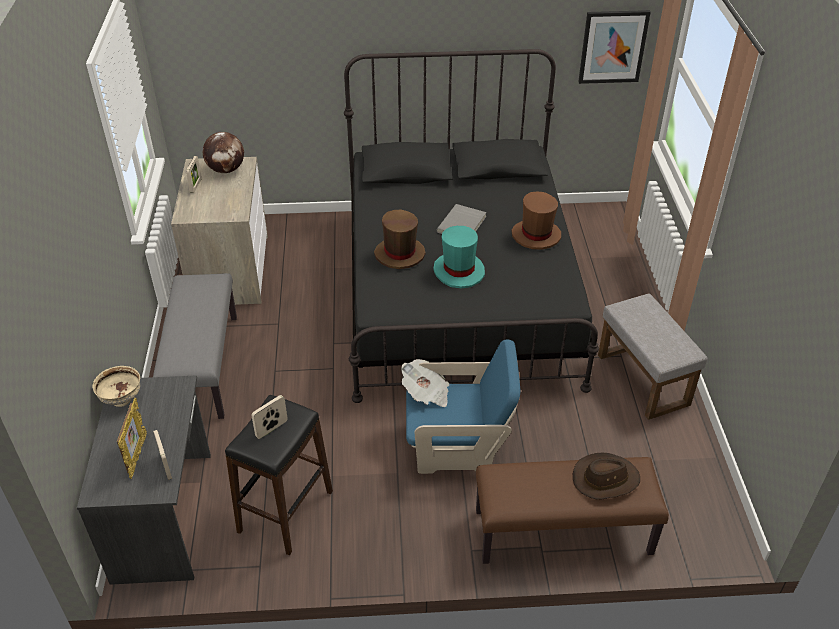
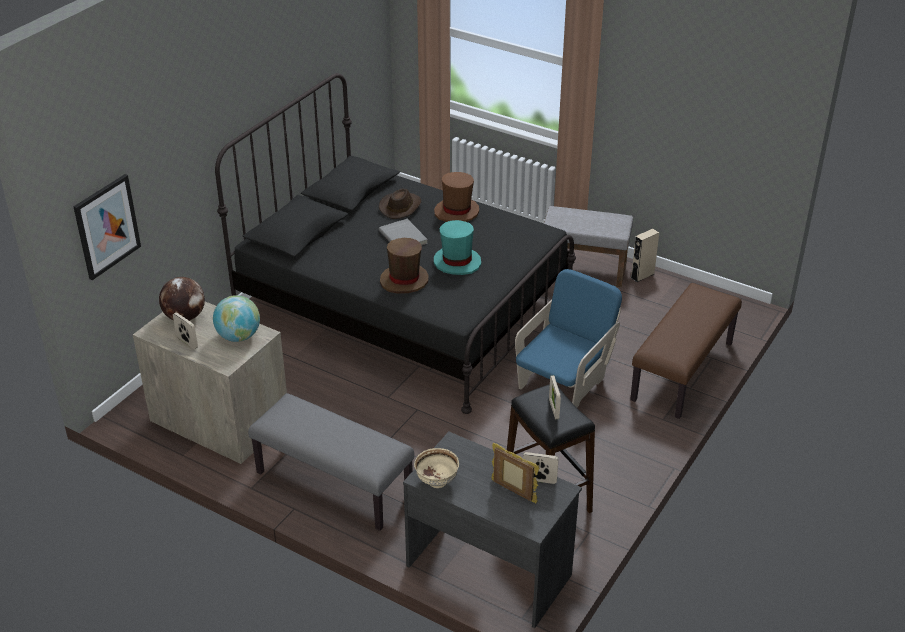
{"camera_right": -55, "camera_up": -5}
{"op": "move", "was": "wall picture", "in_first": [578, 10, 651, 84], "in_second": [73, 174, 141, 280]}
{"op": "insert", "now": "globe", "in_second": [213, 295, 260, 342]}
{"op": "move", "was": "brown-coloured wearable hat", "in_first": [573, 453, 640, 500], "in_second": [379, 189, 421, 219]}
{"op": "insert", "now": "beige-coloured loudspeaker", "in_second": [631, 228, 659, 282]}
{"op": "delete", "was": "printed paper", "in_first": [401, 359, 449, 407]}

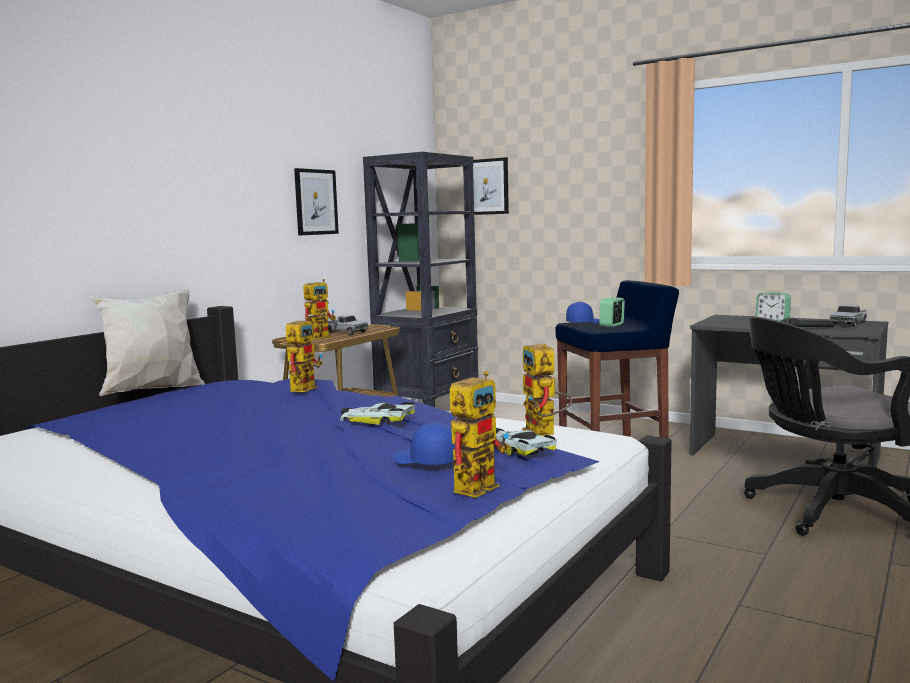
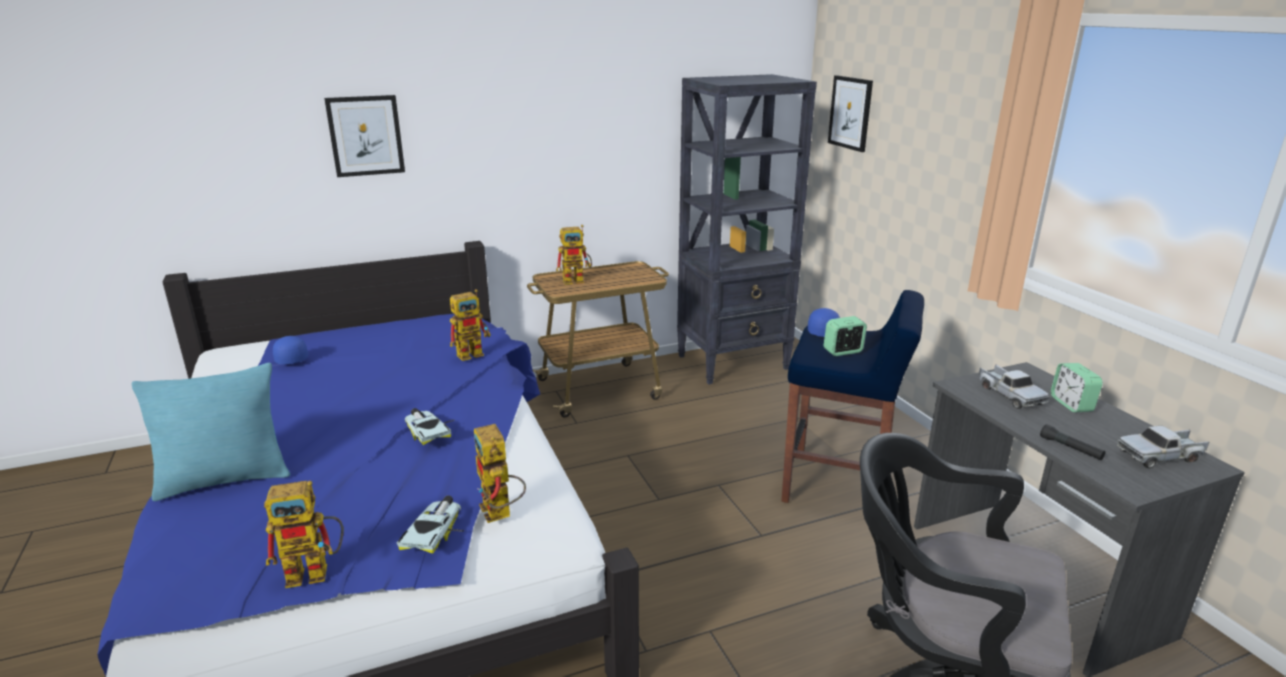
{"camera_right": 35, "camera_up": 15}
{"op": "insert", "now": "blue-green cushion", "in_second": [132, 363, 290, 501]}
{"op": "move", "was": "blue-coloured peaked cap", "in_first": [394, 423, 455, 465], "in_second": [273, 336, 308, 365]}
{"op": "move", "was": "wall picture", "in_first": [294, 168, 339, 235], "in_second": [324, 95, 405, 177]}
{"op": "rotate", "was": "model robot", "in_first": [522, 344, 572, 436], "in_second": [474, 424, 526, 523], "clockwise": -45}
{"op": "move", "was": "toy lorry", "in_first": [328, 315, 368, 335], "in_second": [979, 365, 1049, 409]}
{"op": "delete", "was": "white cushion", "in_first": [89, 289, 205, 396]}

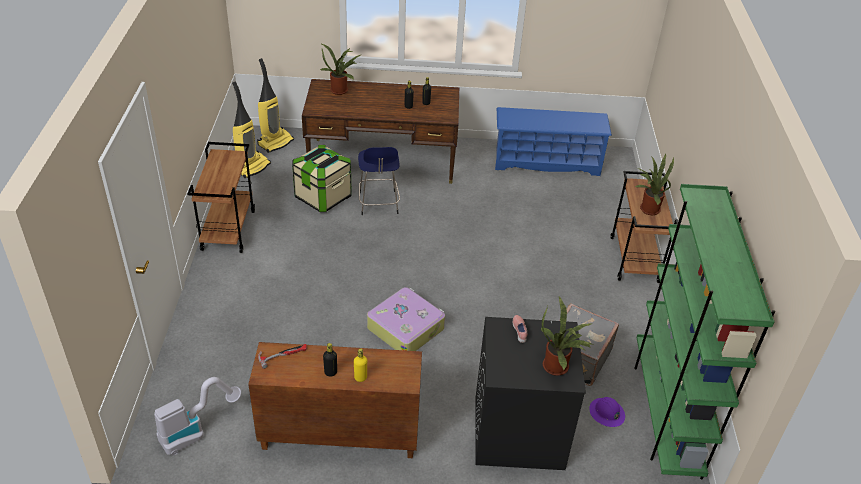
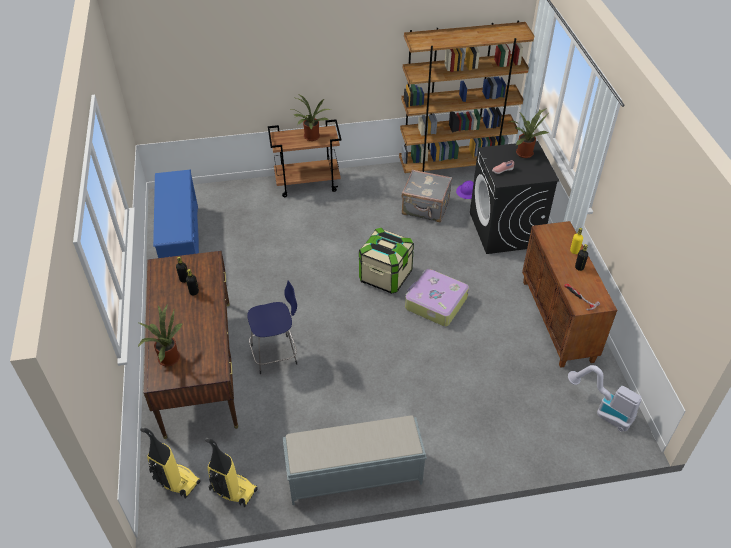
{"camera_right": -100, "camera_up": 5}
{"op": "replace", "was": "brown-coloured trolley", "now": "grey bench", "in_first": [187, 142, 255, 253], "in_second": [283, 416, 427, 505]}
{"op": "move", "was": "storage bin", "in_first": [292, 145, 352, 212], "in_second": [359, 228, 414, 294]}
{"op": "recolor", "was": "green shelving unit", "now": "brown-coloured shelving unit", "in_first": [634, 184, 775, 480], "in_second": [399, 20, 534, 173]}

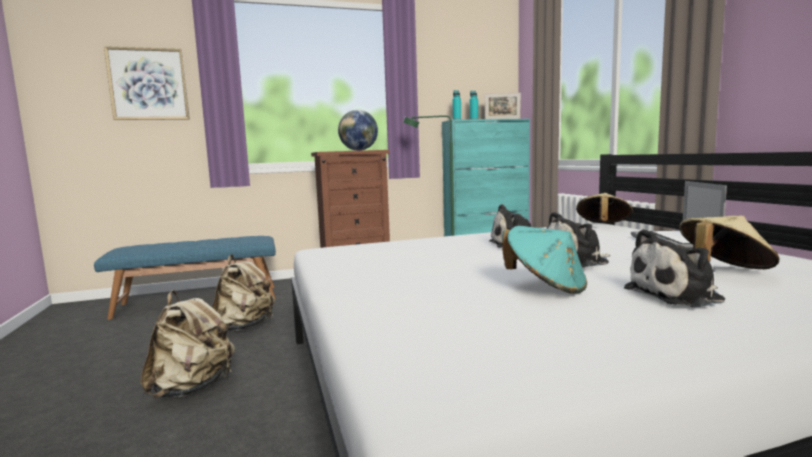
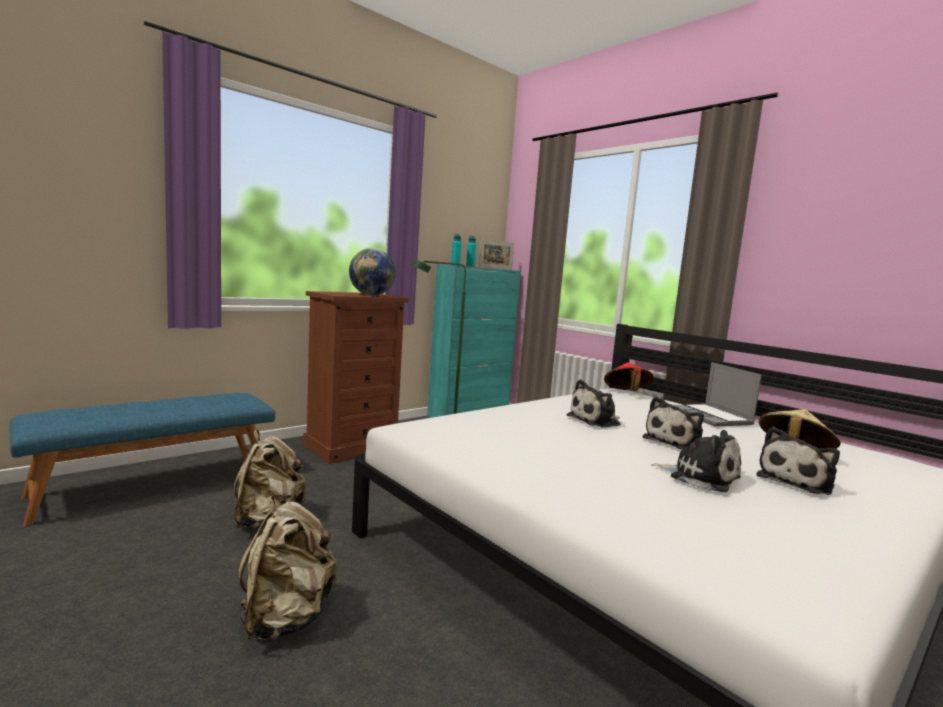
{"camera_right": -25, "camera_up": 0}
{"op": "recolor", "was": "beige-coloured wearable hat", "now": "reddish wearable hat", "in_first": [576, 193, 633, 223], "in_second": [604, 362, 654, 391]}
{"op": "replace", "was": "blue-green wearable hat", "now": "soft toy", "in_first": [502, 226, 587, 294], "in_second": [651, 430, 741, 493]}
{"op": "delete", "was": "wall picture", "in_first": [104, 46, 190, 120]}

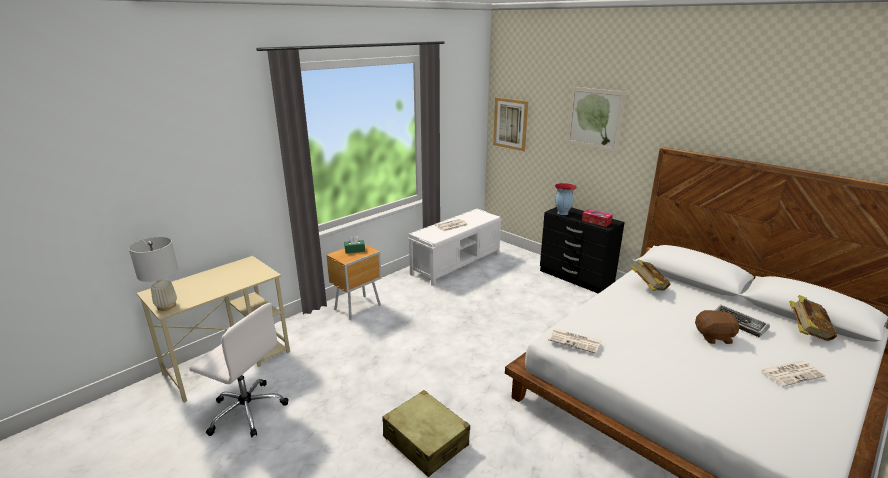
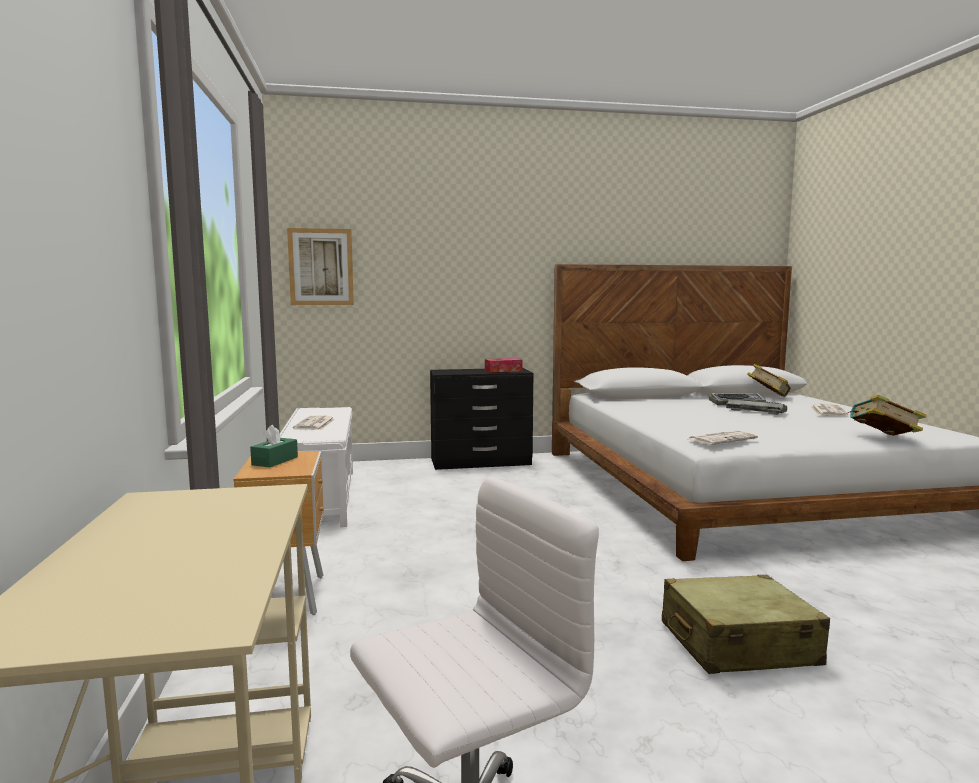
{"camera_right": -55, "camera_up": -15}
{"op": "replace", "was": "brown-coloured soft toy", "now": "PC keyboard", "in_first": [695, 309, 740, 344], "in_second": [726, 399, 787, 415]}
{"op": "move", "was": "bound book", "in_first": [631, 260, 671, 291], "in_second": [848, 395, 926, 436]}
{"op": "delete", "was": "white table lamp", "in_first": [129, 237, 178, 311]}
{"op": "delete", "was": "vase", "in_first": [555, 183, 577, 215]}
{"op": "delete", "was": "wall picture", "in_first": [566, 87, 626, 152]}

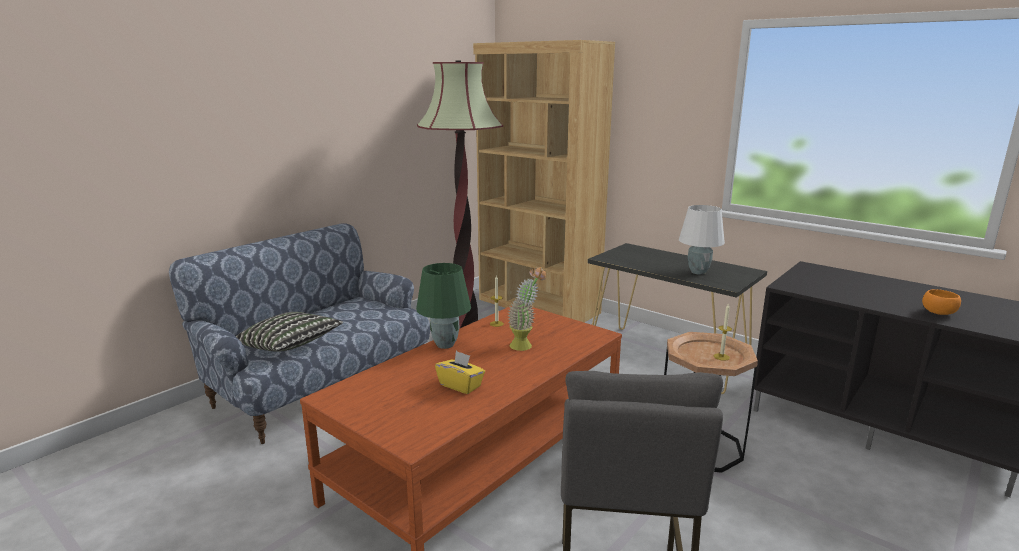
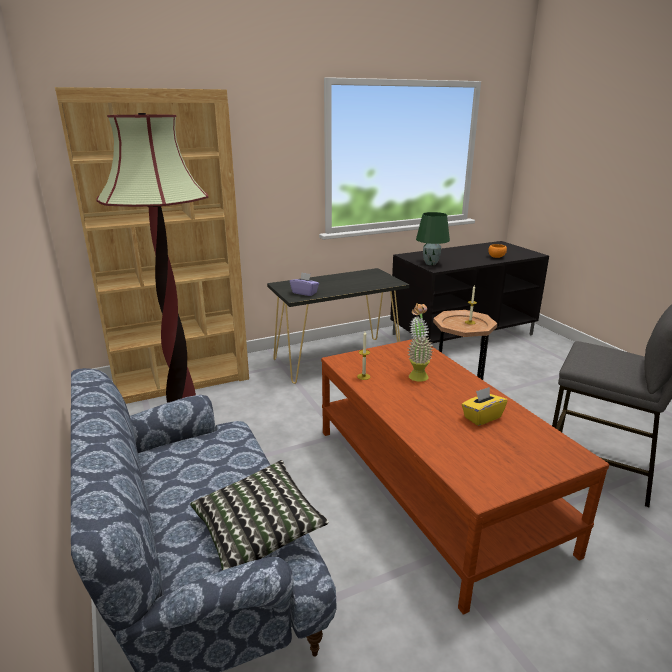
{"camera_right": -65, "camera_up": 5}
{"op": "insert", "now": "purple box of tissues", "in_second": [290, 272, 319, 296]}
{"op": "move", "was": "green table lamp", "in_first": [416, 263, 471, 349], "in_second": [416, 212, 450, 265]}
{"op": "delete", "was": "white table lamp", "in_first": [679, 205, 725, 275]}

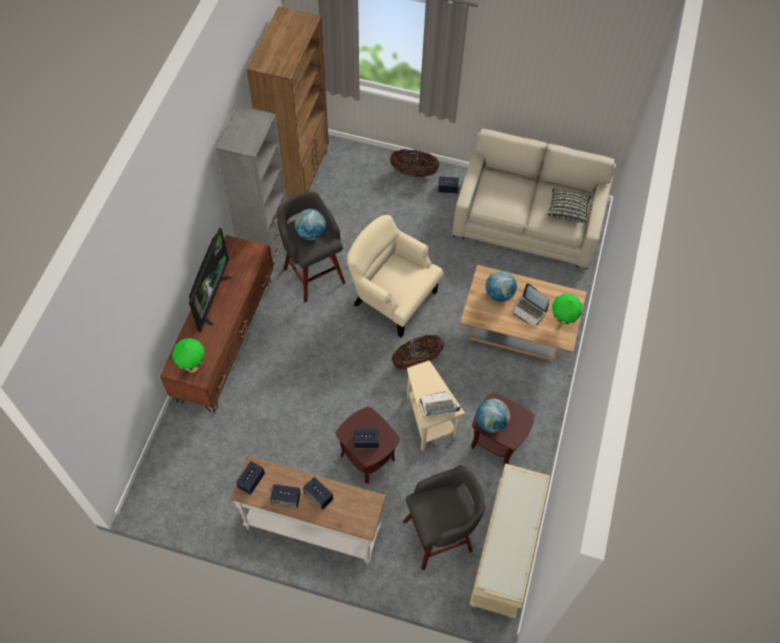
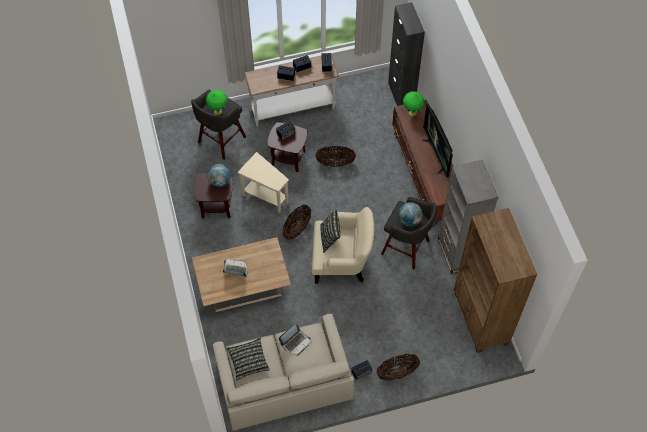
{"camera_right": 150, "camera_up": 0}
{"op": "move", "was": "green table lamp", "in_first": [552, 294, 583, 327], "in_second": [206, 90, 227, 115]}
{"op": "move", "was": "laptop", "in_first": [419, 391, 461, 416], "in_second": [279, 324, 311, 356]}
{"op": "insert", "now": "basket", "in_second": [315, 146, 356, 167]}
{"op": "insert", "now": "cushion", "in_second": [320, 209, 340, 253]}
{"op": "insert", "now": "black-coloured cabinet", "in_second": [388, 2, 425, 106]}
{"op": "delete", "was": "beige-coloured bench", "in_first": [469, 463, 550, 618]}
{"op": "delete", "was": "globe", "in_first": [486, 271, 517, 302]}

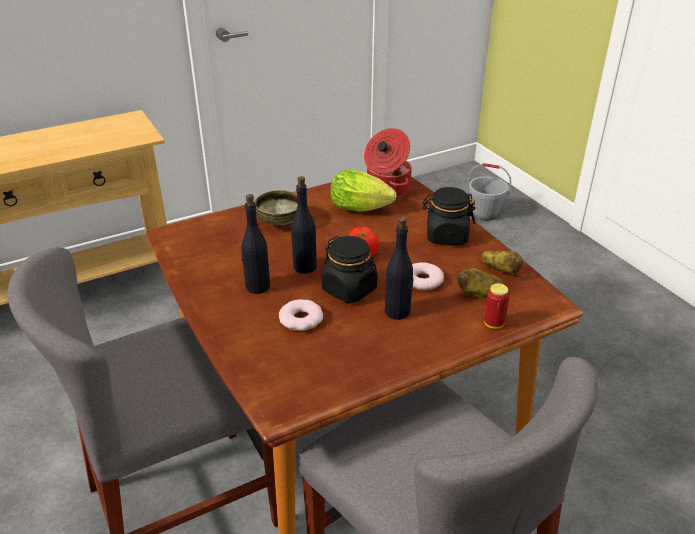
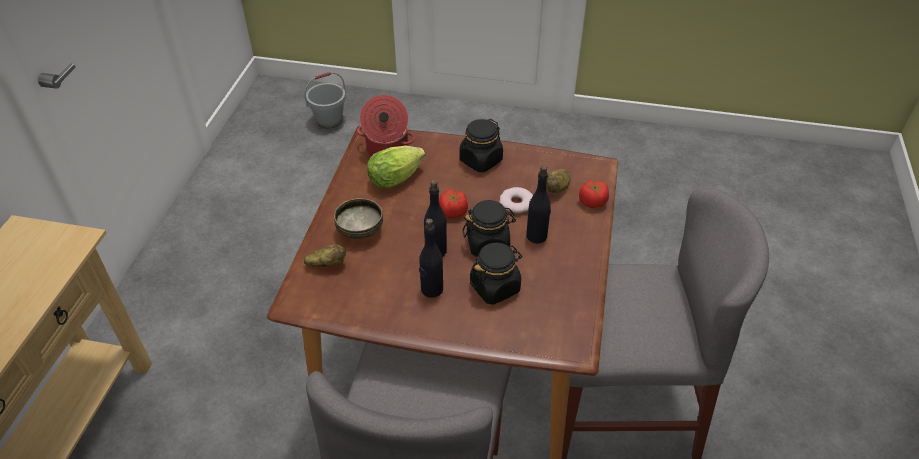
{"camera_right": -50, "camera_up": 10}
{"op": "move", "was": "spud", "in_first": [481, 251, 523, 275], "in_second": [304, 244, 346, 267]}
{"op": "replace", "was": "ring doughnut", "now": "black-coloured preserve jar", "in_first": [279, 299, 323, 331], "in_second": [470, 243, 522, 305]}
{"op": "replace", "was": "sealed can", "now": "fresh tomato", "in_first": [484, 283, 510, 329], "in_second": [579, 180, 609, 208]}

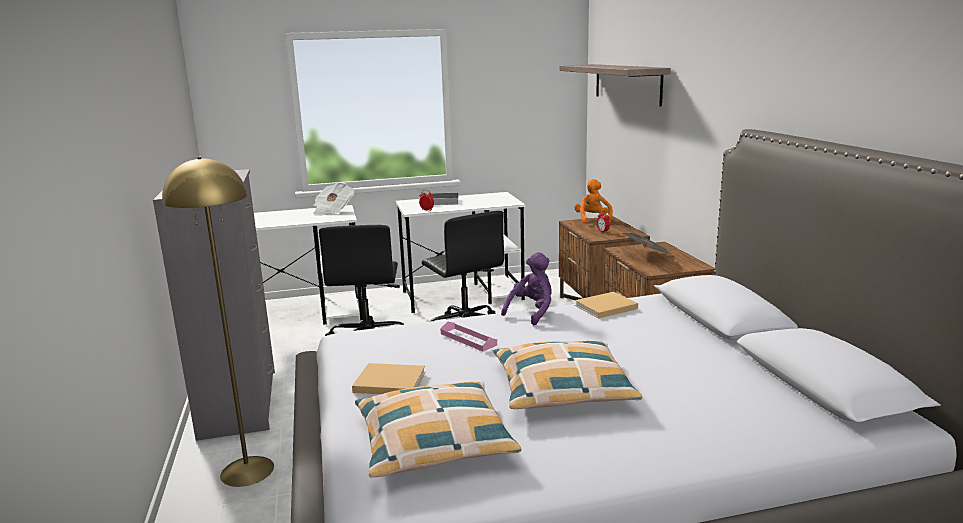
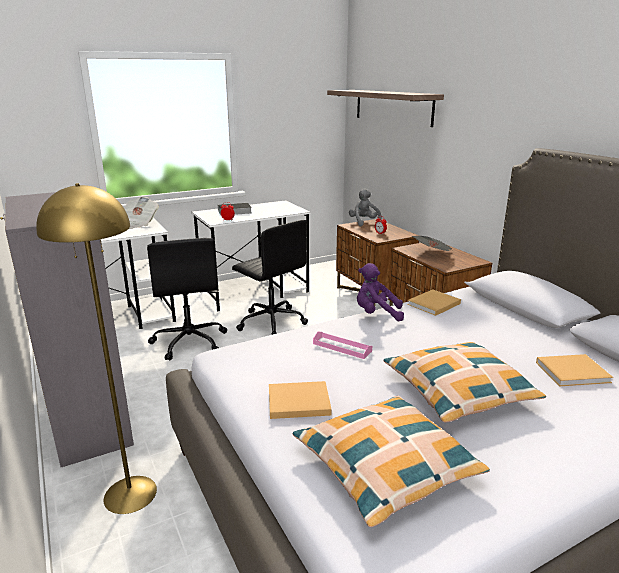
{"camera_right": -15, "camera_up": 5}
{"op": "recolor", "was": "orangey soft toy", "now": "grey soft toy", "in_first": [574, 179, 613, 224], "in_second": [349, 188, 382, 226]}
{"op": "rotate", "was": "purple soft toy", "in_first": [501, 252, 552, 325], "in_second": [357, 263, 404, 321], "clockwise": -105}
{"op": "insert", "now": "beige-coloured bound book", "in_second": [536, 354, 613, 386]}

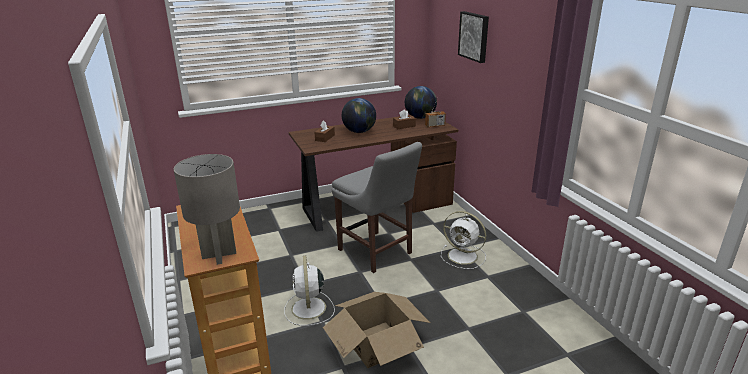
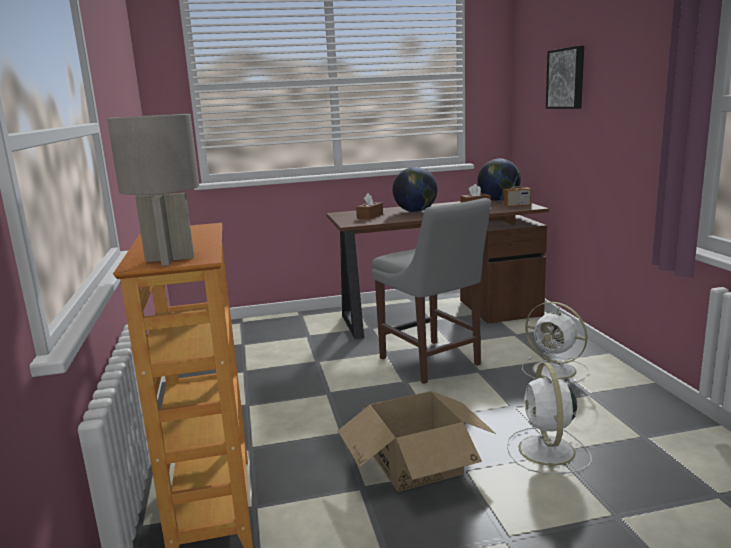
{"camera_right": 10, "camera_up": -10}
{"op": "move", "was": "white cooling fan", "in_first": [284, 256, 335, 326], "in_second": [507, 363, 592, 474]}

